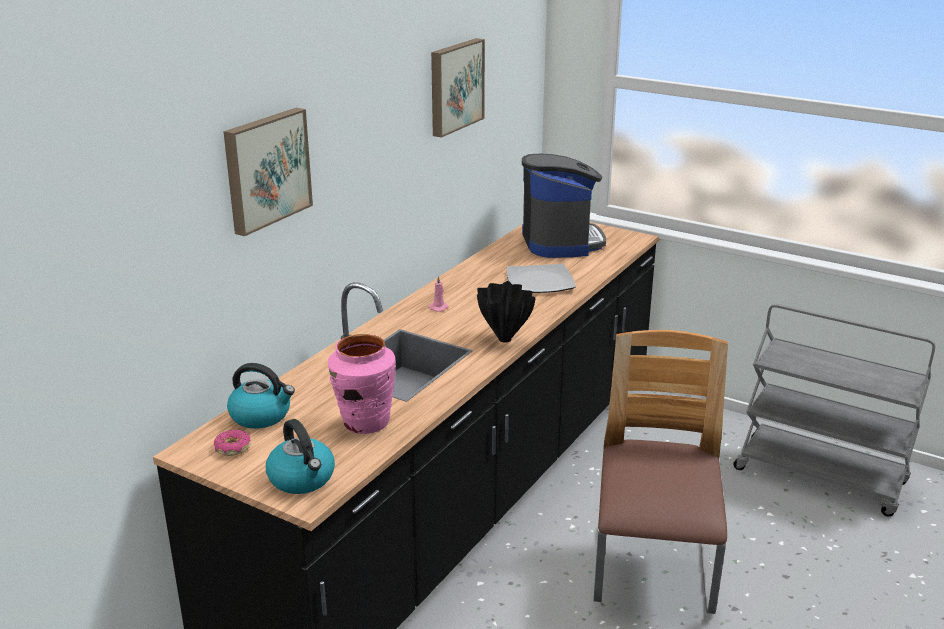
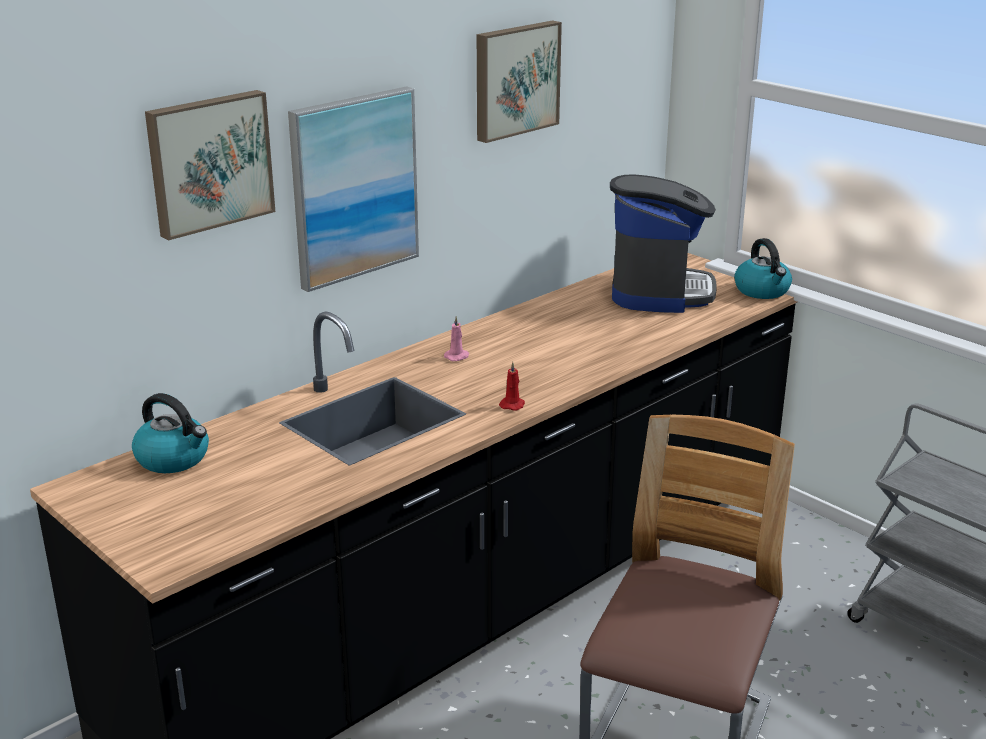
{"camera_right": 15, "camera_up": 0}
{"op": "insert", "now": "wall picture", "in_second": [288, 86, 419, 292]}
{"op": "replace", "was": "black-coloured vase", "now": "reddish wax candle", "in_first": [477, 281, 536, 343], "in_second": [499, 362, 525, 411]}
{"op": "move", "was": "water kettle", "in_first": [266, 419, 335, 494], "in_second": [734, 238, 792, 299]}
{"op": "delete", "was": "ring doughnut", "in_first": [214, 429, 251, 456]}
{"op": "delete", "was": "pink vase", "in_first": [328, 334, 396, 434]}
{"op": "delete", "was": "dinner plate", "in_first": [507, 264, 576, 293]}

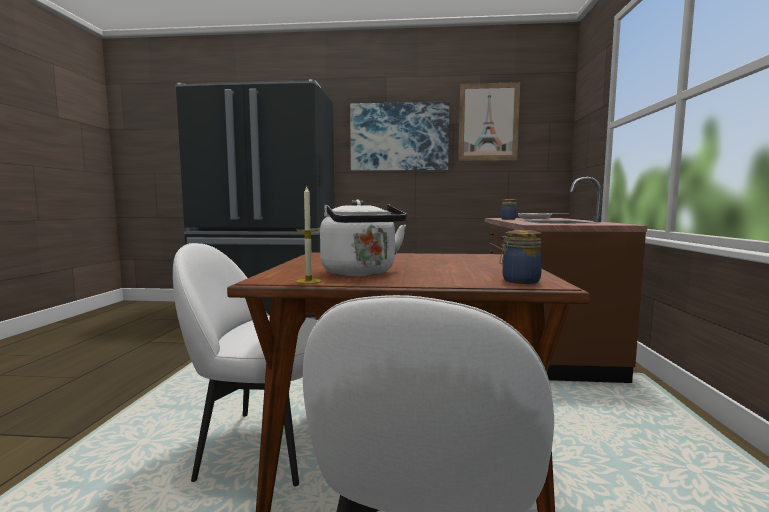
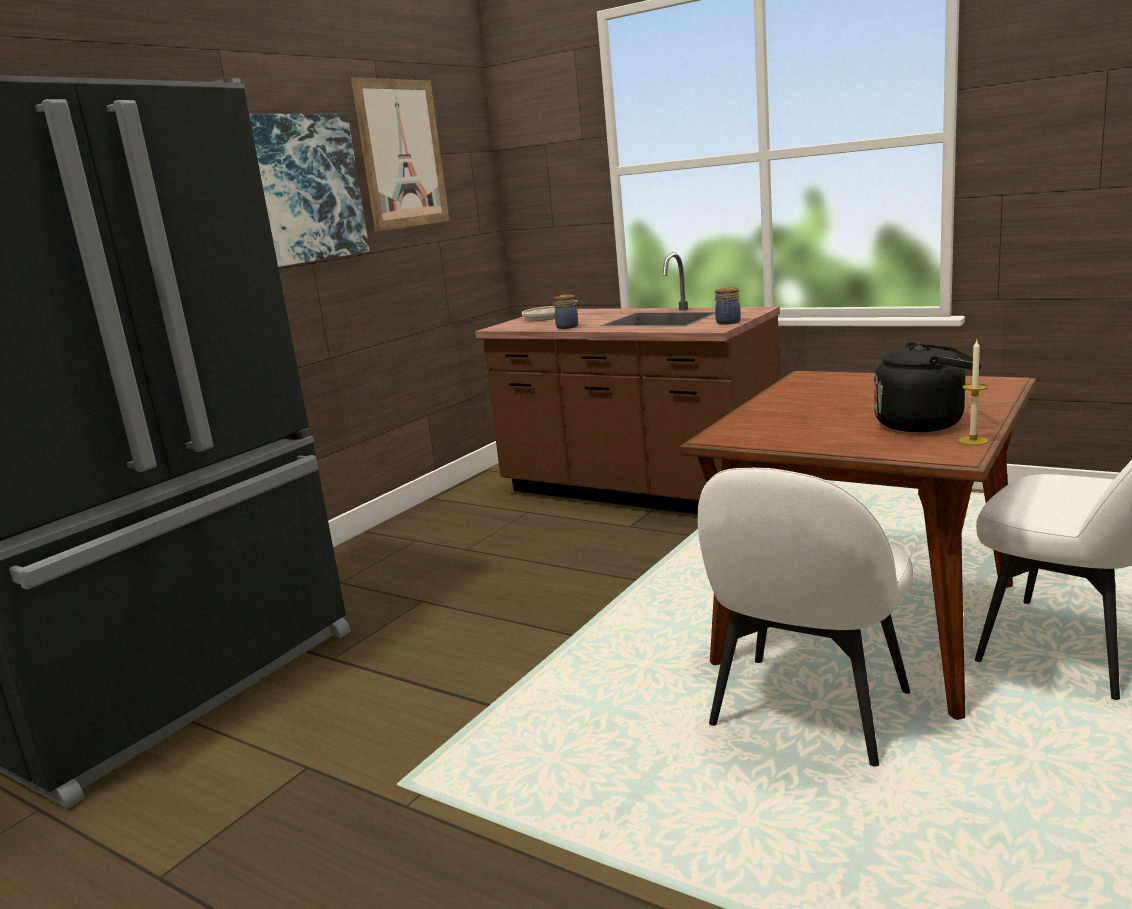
{"camera_right": -60, "camera_up": 10}
{"op": "move", "was": "preserve jar", "in_first": [500, 230, 542, 284], "in_second": [715, 287, 741, 325]}
{"op": "recolor", "was": "white water kettle", "now": "black-coloured water kettle", "in_first": [320, 200, 407, 276], "in_second": [874, 342, 982, 432]}

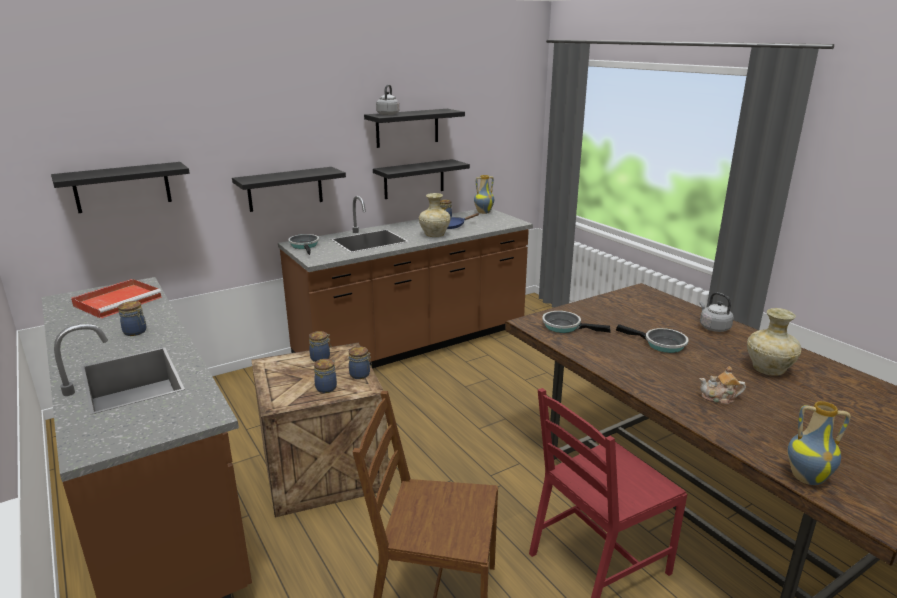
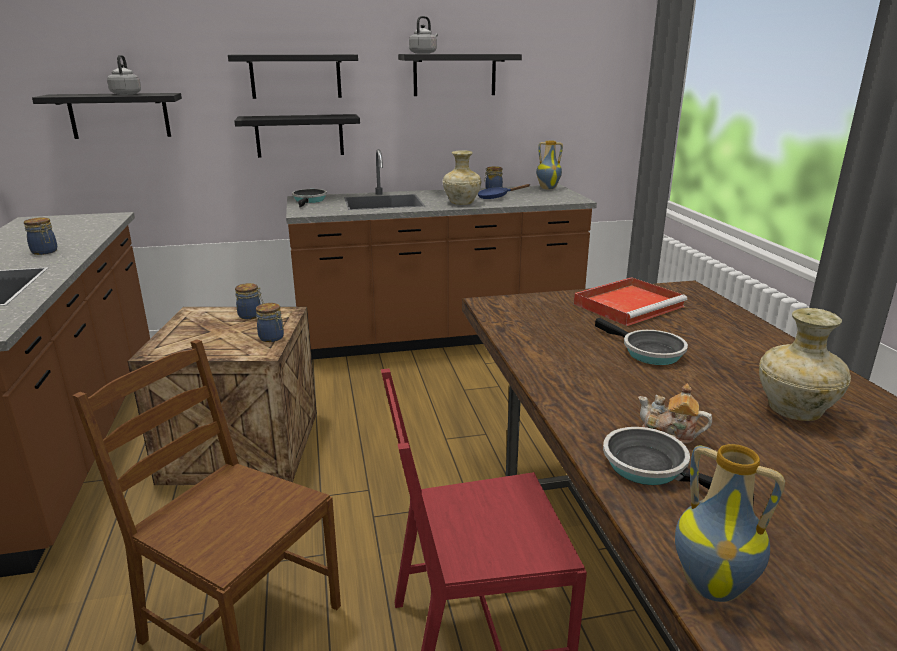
{"camera_right": 20, "camera_up": 0}
{"op": "move", "was": "grey water kettle", "in_first": [699, 292, 734, 332], "in_second": [107, 55, 141, 95]}
{"op": "move", "was": "black-coloured wall shelf", "in_first": [373, 159, 470, 199], "in_second": [228, 54, 358, 99]}
{"op": "move", "was": "reddish serving tray", "in_first": [71, 279, 162, 319], "in_second": [574, 277, 687, 326]}
{"op": "move", "was": "frying pan", "in_first": [542, 311, 610, 333], "in_second": [603, 427, 754, 503]}
{"op": "delete", "was": "preserve jar", "in_first": [314, 359, 337, 393]}

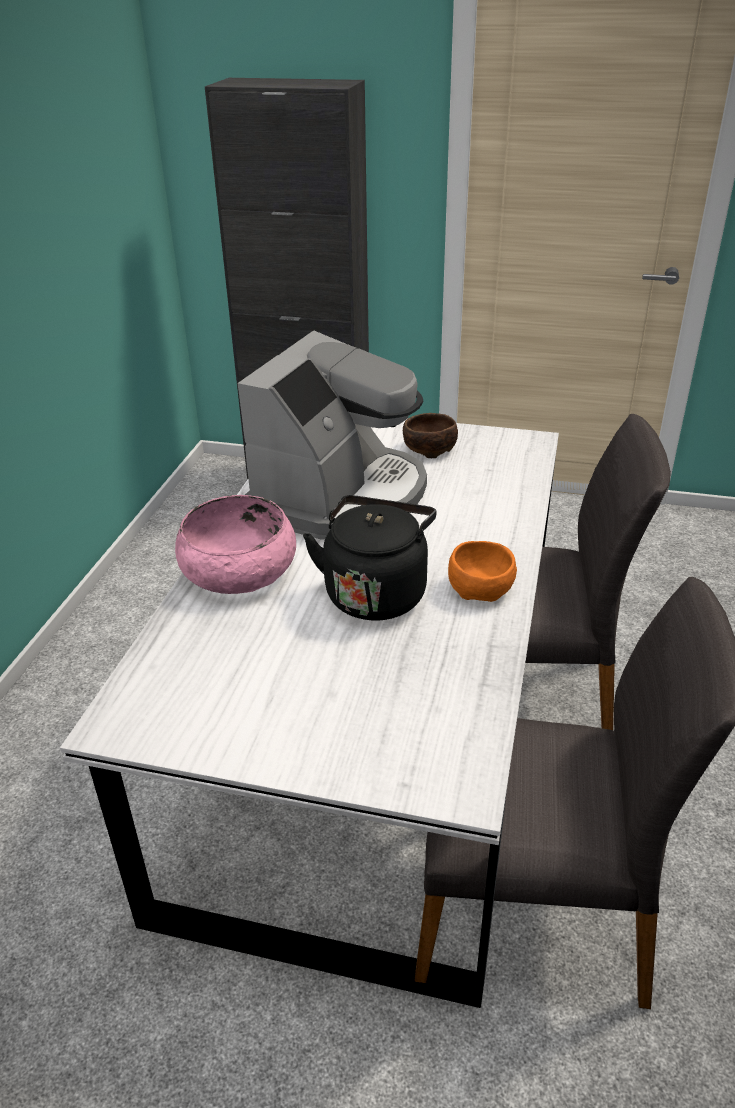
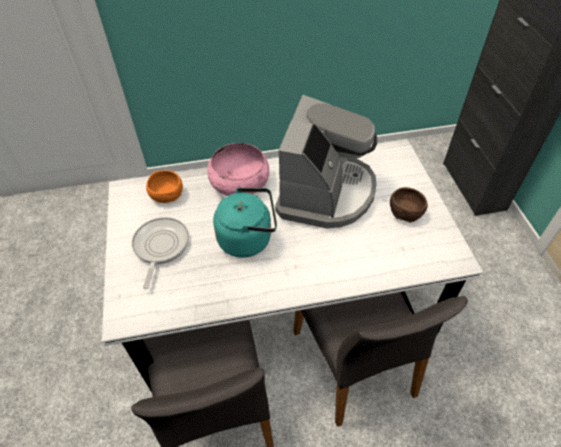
{"camera_right": 65, "camera_up": 15}
{"op": "insert", "now": "frying pan", "in_second": [132, 217, 189, 289]}
{"op": "move", "was": "orangey bowl", "in_first": [448, 541, 517, 602], "in_second": [146, 170, 183, 203]}
{"op": "recolor", "was": "black-coloured water kettle", "now": "blue-green water kettle", "in_first": [303, 495, 437, 621], "in_second": [213, 188, 277, 258]}
{"op": "rotate", "was": "coffee brewer", "in_first": [238, 330, 427, 540], "in_second": [275, 95, 377, 228], "clockwise": -75}

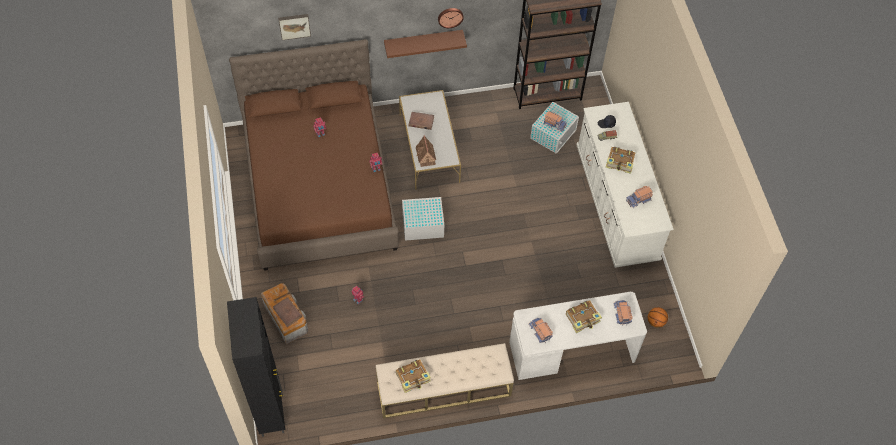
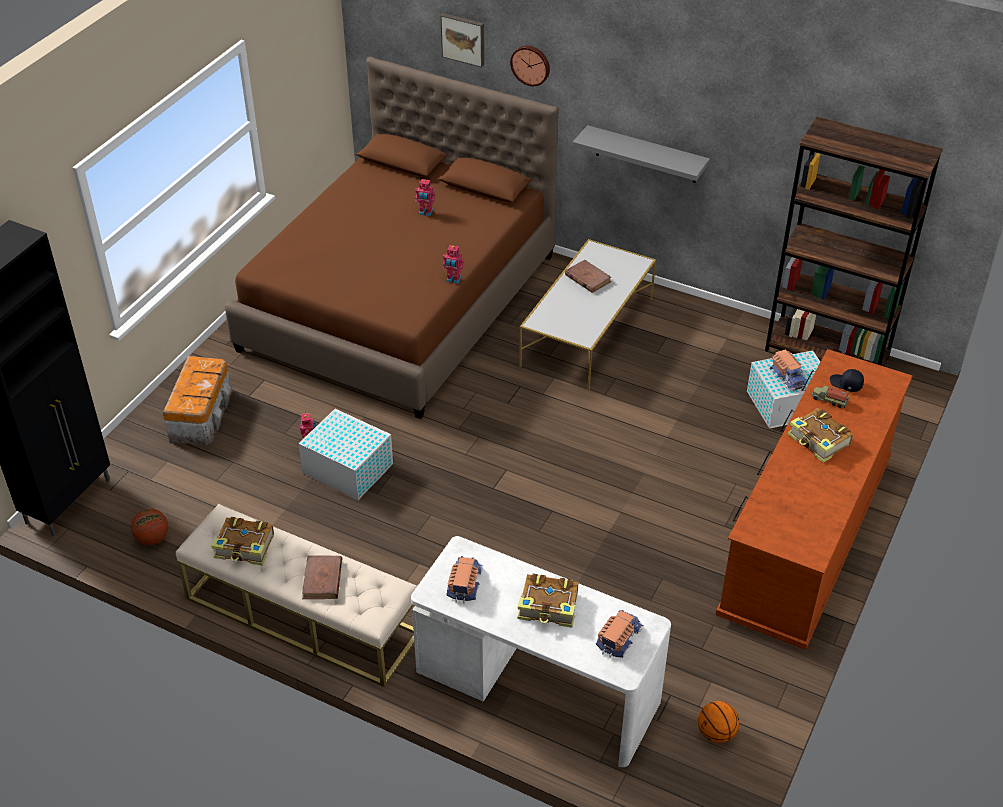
{"camera_right": 40, "camera_up": -15}
{"op": "insert", "now": "basketball ball", "in_second": [131, 509, 168, 545]}
{"op": "move", "was": "white storage bin", "in_first": [402, 197, 444, 241], "in_second": [298, 409, 393, 500]}
{"op": "move", "was": "brown-coloured bound book", "in_first": [273, 297, 302, 327], "in_second": [302, 555, 342, 599]}
{"op": "move", "was": "clock on the wall", "in_first": [438, 8, 464, 28], "in_second": [510, 46, 550, 86]}
{"op": "recolor", "was": "brown-coloured wall shelf", "now": "grey wall shelf", "in_first": [384, 30, 467, 58], "in_second": [573, 125, 710, 183]}
{"op": "recolor", "was": "white dresser", "now": "brown-coloured dresser", "in_first": [576, 102, 674, 268], "in_second": [716, 349, 913, 650]}
{"op": "delete", "was": "miniature house", "in_first": [416, 135, 436, 167]}
{"op": "delete", "was": "toy lorry", "in_first": [626, 186, 653, 208]}

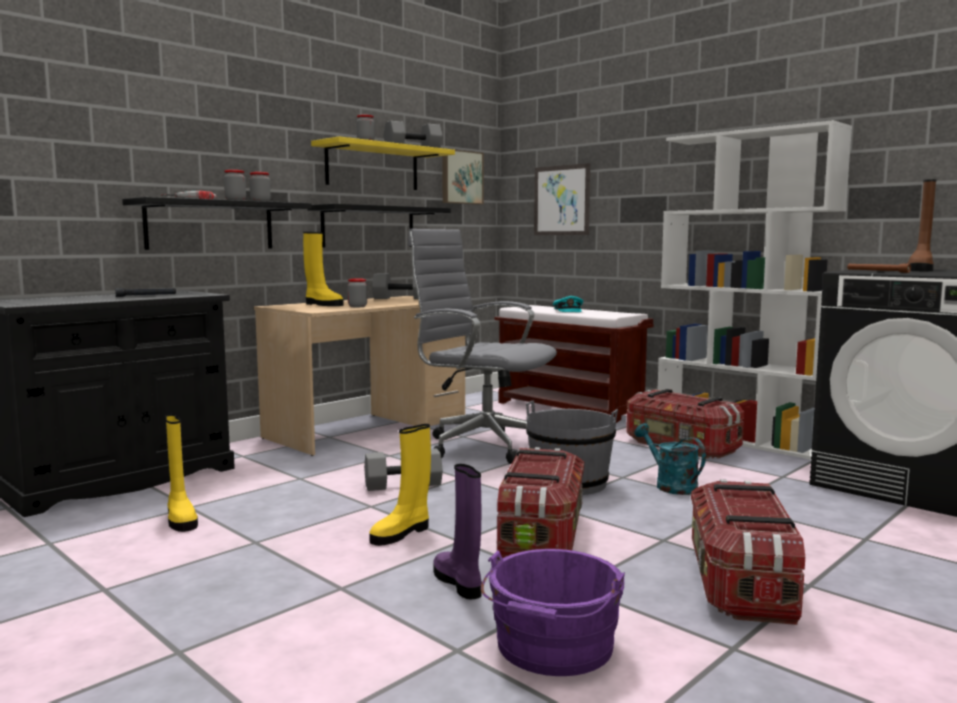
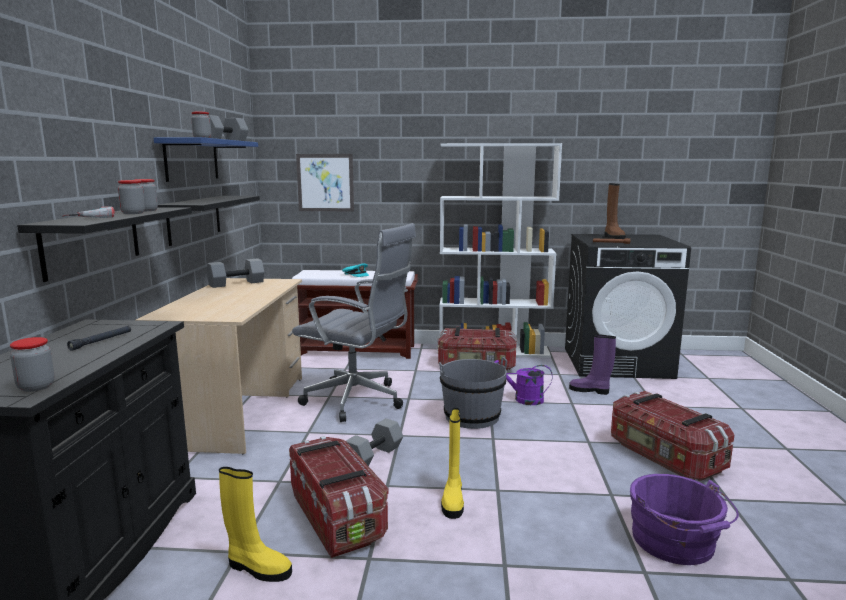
{"camera_right": -40, "camera_up": 5}
{"op": "move", "was": "preserve jar", "in_first": [347, 278, 367, 307], "in_second": [10, 337, 55, 392]}
{"op": "recolor", "was": "yellowish wall shelf", "now": "blue-coloured wall shelf", "in_first": [311, 136, 455, 190], "in_second": [154, 137, 258, 182]}
{"op": "move", "was": "storage bin", "in_first": [497, 447, 584, 558], "in_second": [289, 436, 388, 558]}
{"op": "rotate", "was": "grey desk chair", "in_first": [408, 229, 557, 464], "in_second": [292, 223, 416, 422], "clockwise": -150}
{"op": "recolor", "was": "blue-green watering can", "now": "purple watering can", "in_first": [634, 423, 706, 495], "in_second": [495, 360, 553, 405]}
{"op": "move", "was": "purple high-top boot", "in_first": [433, 464, 482, 600], "in_second": [569, 334, 616, 395]}
{"op": "delete", "was": "yellowish high-top boot", "in_first": [303, 232, 344, 306]}
{"op": "delete", "was": "wall picture", "in_first": [442, 149, 484, 205]}

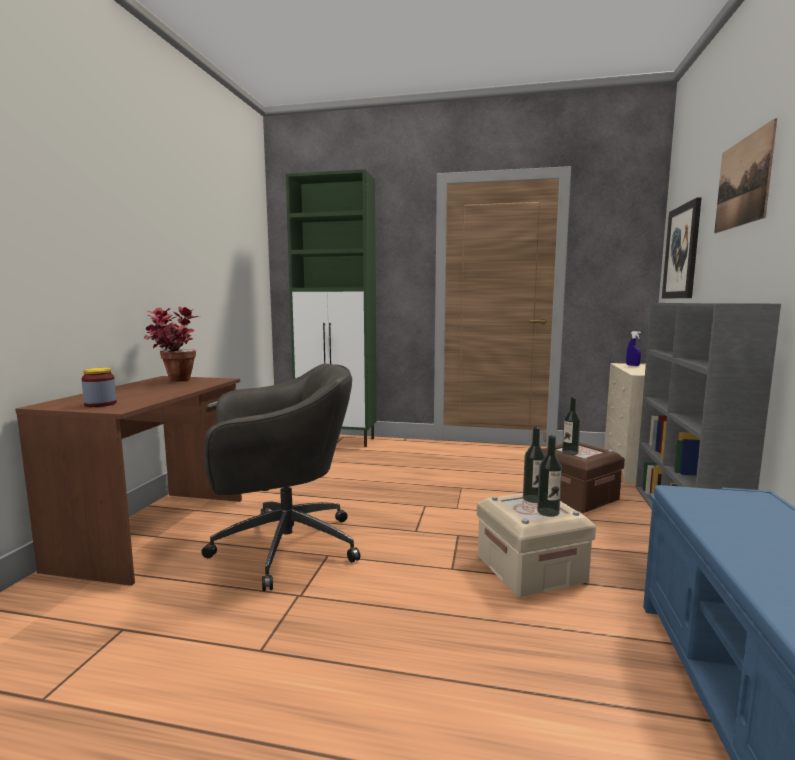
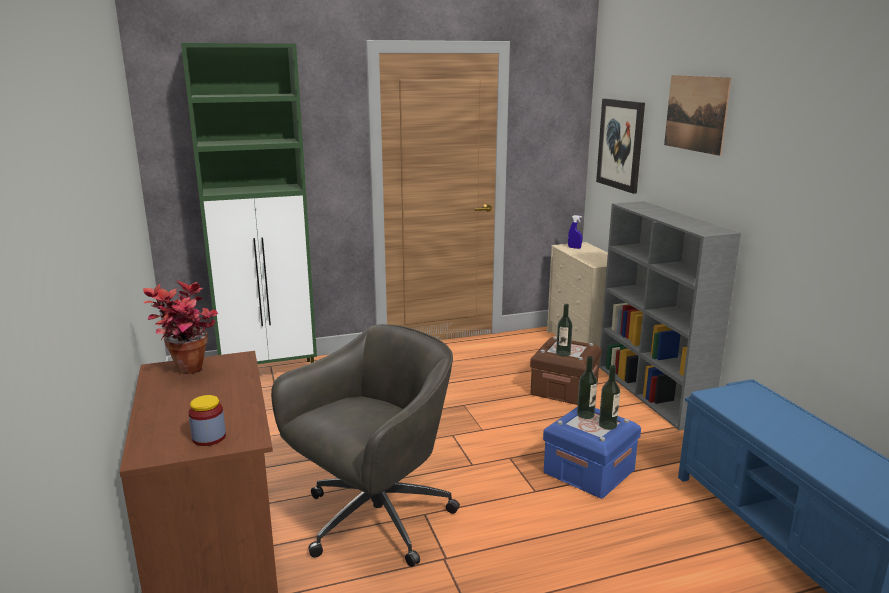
{"camera_right": -30, "camera_up": 10}
{"op": "recolor", "was": "beige-coloured storage bin", "now": "blue-coloured storage bin", "in_first": [477, 493, 596, 597], "in_second": [543, 407, 641, 499]}

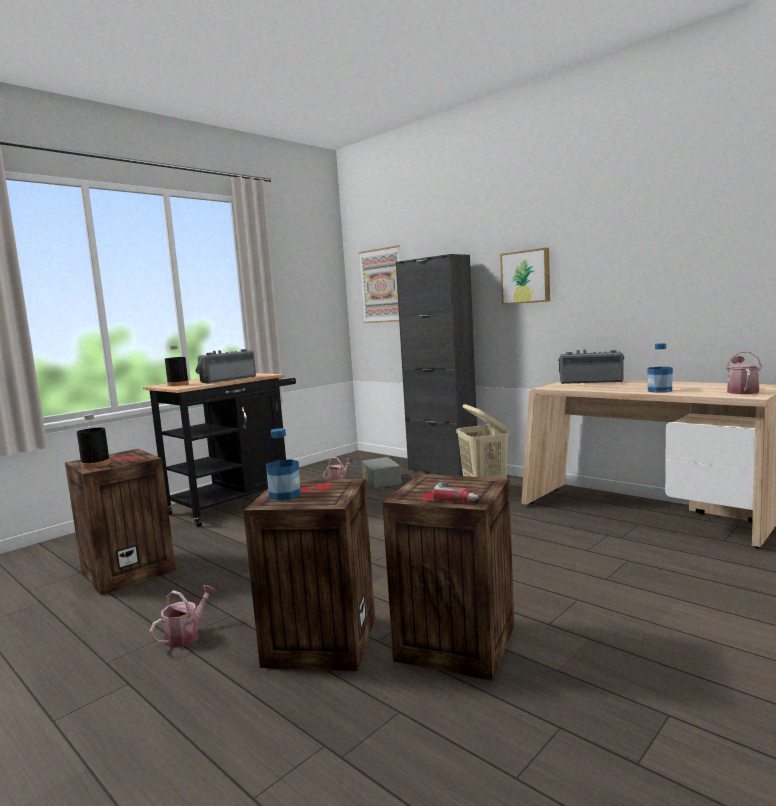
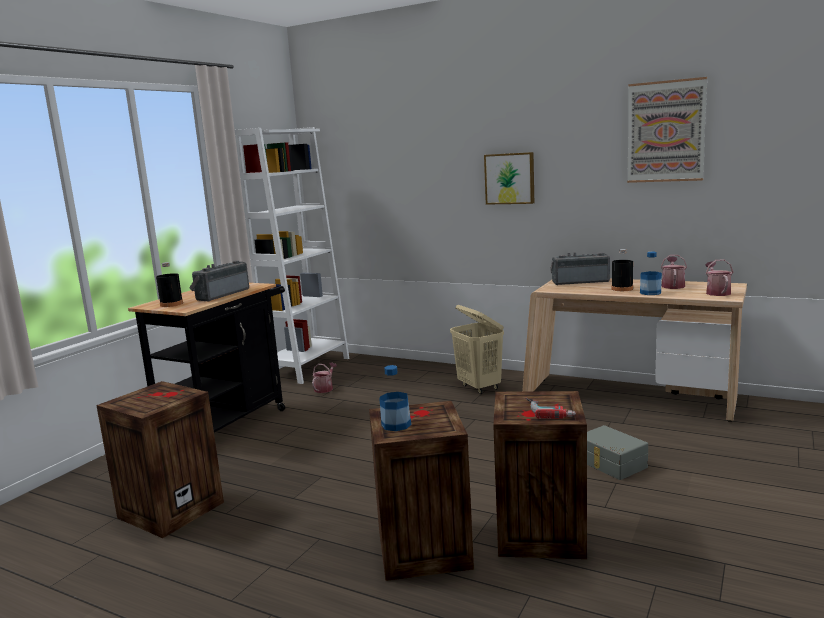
{"camera_right": -15, "camera_up": 5}
{"op": "insert", "now": "white shelving unit", "in_second": [235, 127, 349, 384]}
{"op": "move", "was": "grey storage bin", "in_first": [362, 457, 401, 488], "in_second": [587, 425, 648, 480]}
{"op": "move", "was": "black-coloured bottle", "in_first": [77, 414, 110, 468], "in_second": [611, 249, 633, 291]}
{"op": "move", "was": "wall picture", "in_first": [359, 245, 400, 323], "in_second": [627, 77, 707, 183]}
{"op": "move", "was": "watering can", "in_first": [150, 585, 216, 648], "in_second": [661, 255, 687, 289]}
{"op": "delete", "was": "black-coloured cabinet", "in_first": [396, 254, 477, 476]}

